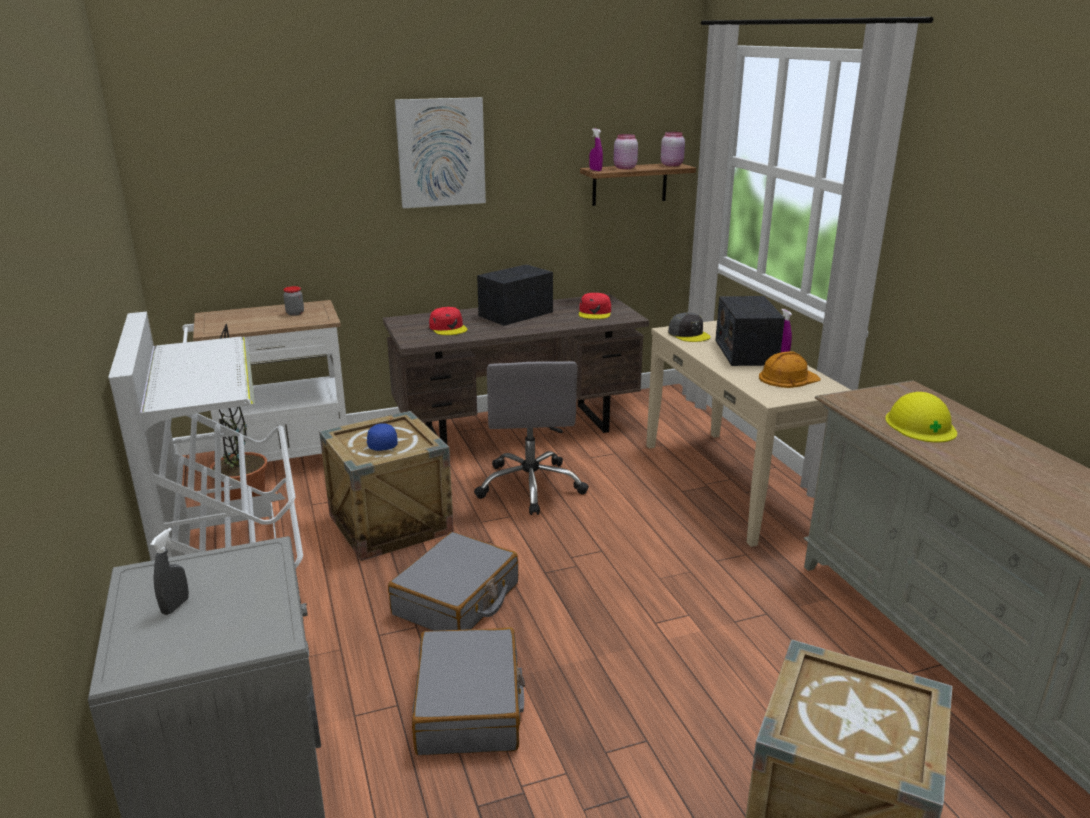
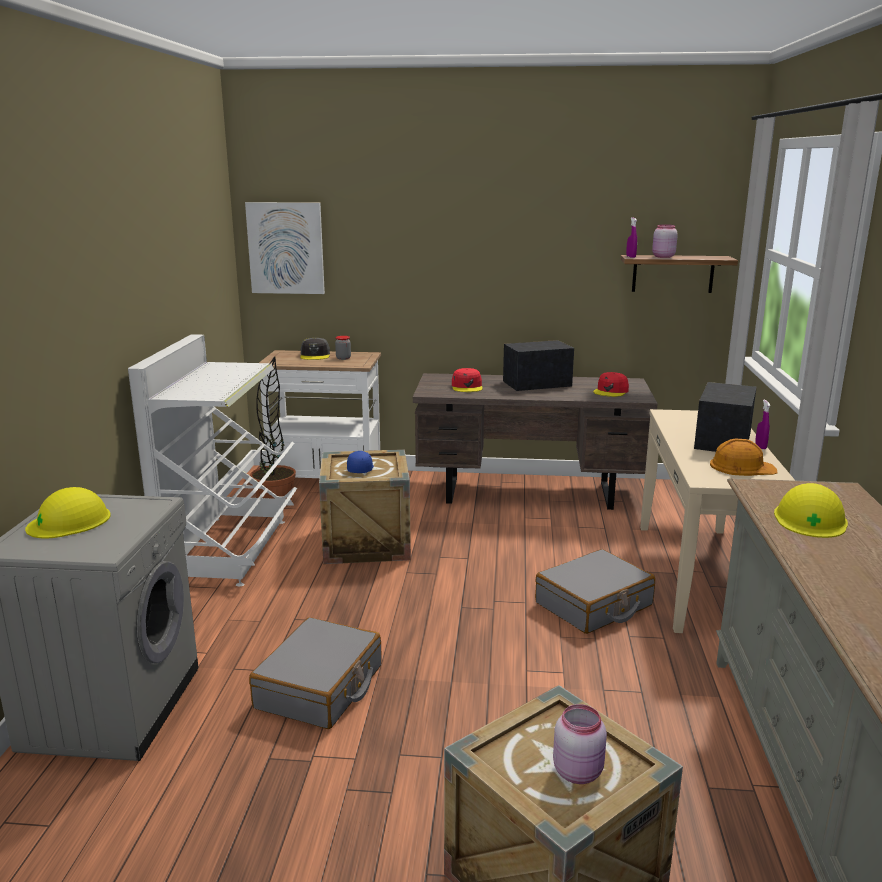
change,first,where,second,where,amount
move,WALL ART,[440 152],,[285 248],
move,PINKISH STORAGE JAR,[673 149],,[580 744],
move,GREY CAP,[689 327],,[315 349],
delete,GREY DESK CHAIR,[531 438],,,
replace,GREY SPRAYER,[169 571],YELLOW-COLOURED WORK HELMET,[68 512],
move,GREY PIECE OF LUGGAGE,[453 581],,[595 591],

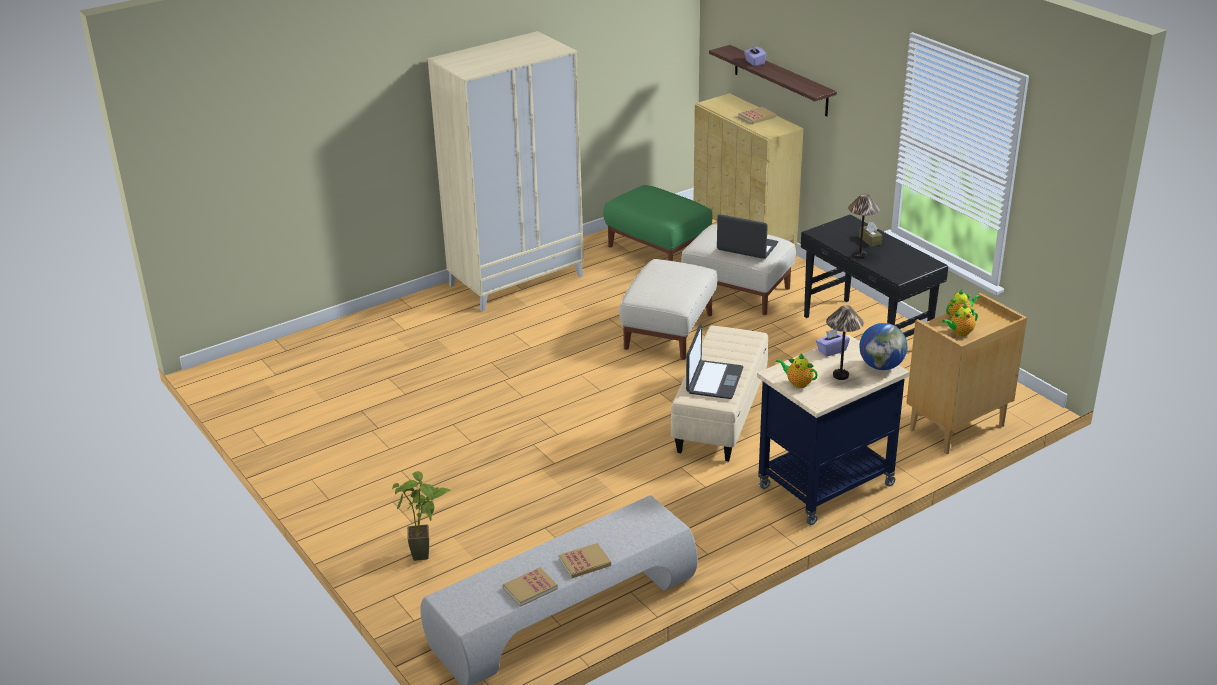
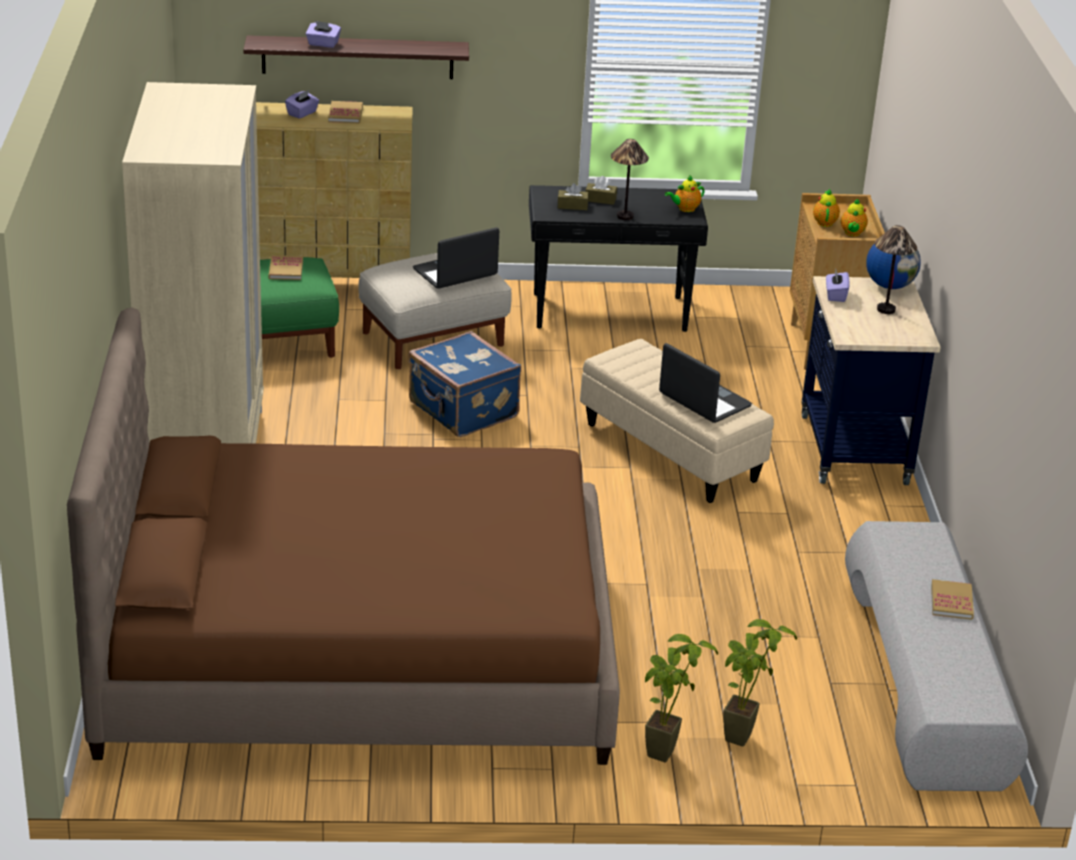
change,first,where,second,where,amount
replace,BEIGE-COLOURED OTTOMAN,[668 309],BLUE PIECE OF LUGGAGE,[464 384],
move,POT FOR TEA,[797 370],,[685 194],
move,BOOK,[530 587],,[286 267],
insert,,,PURPLISH BOX OF TISSUES,[302 104],
insert,,,BROWN BOX OF TISSUES,[573 196],
insert,,,BROWN BED,[343 536],
insert,,,PLANT IN A POT,[681 698],

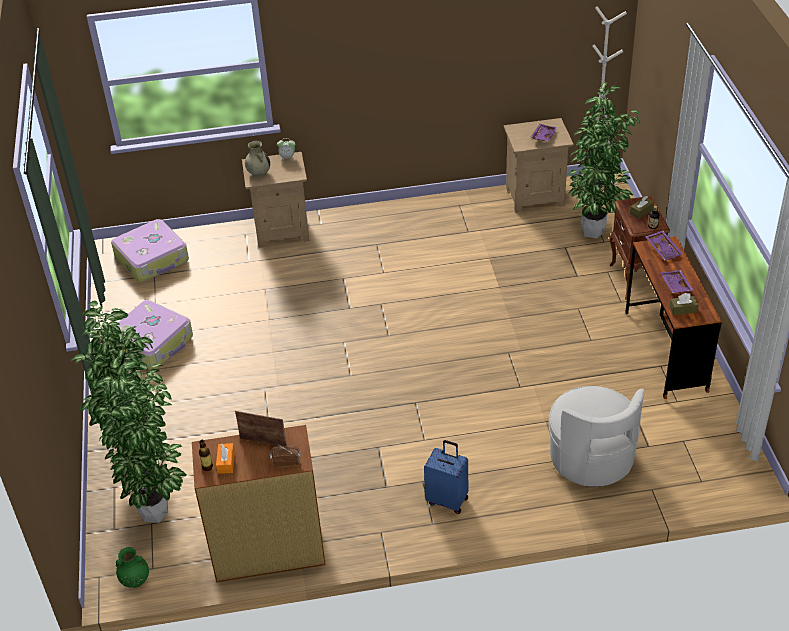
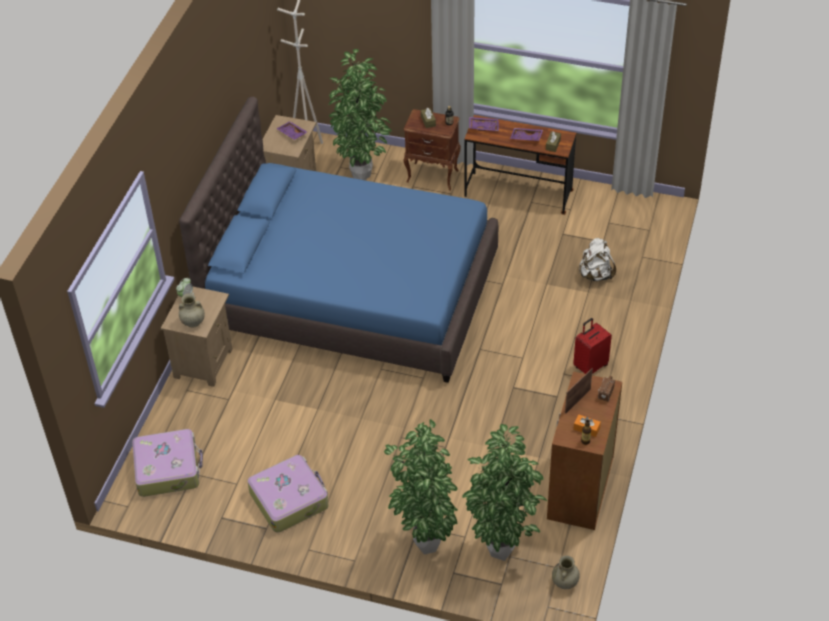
change,first,where,second,where,amount
replace,WHITE ARMCHAIR,[596 436],WHITE BACKPACK,[597 259],
recolor,BLUE PIECE OF LUGGAGE,[446 477],RED PIECE OF LUGGAGE,[592 346],
recolor,GREENISH DECORATIVE VASE,[132 567],BEIGE-COLOURED DECORATIVE VASE,[566 572],
insert,,,BLUE BED,[338 240],

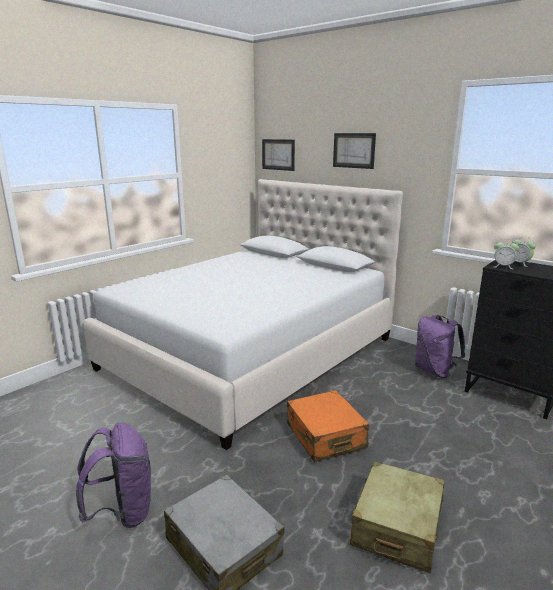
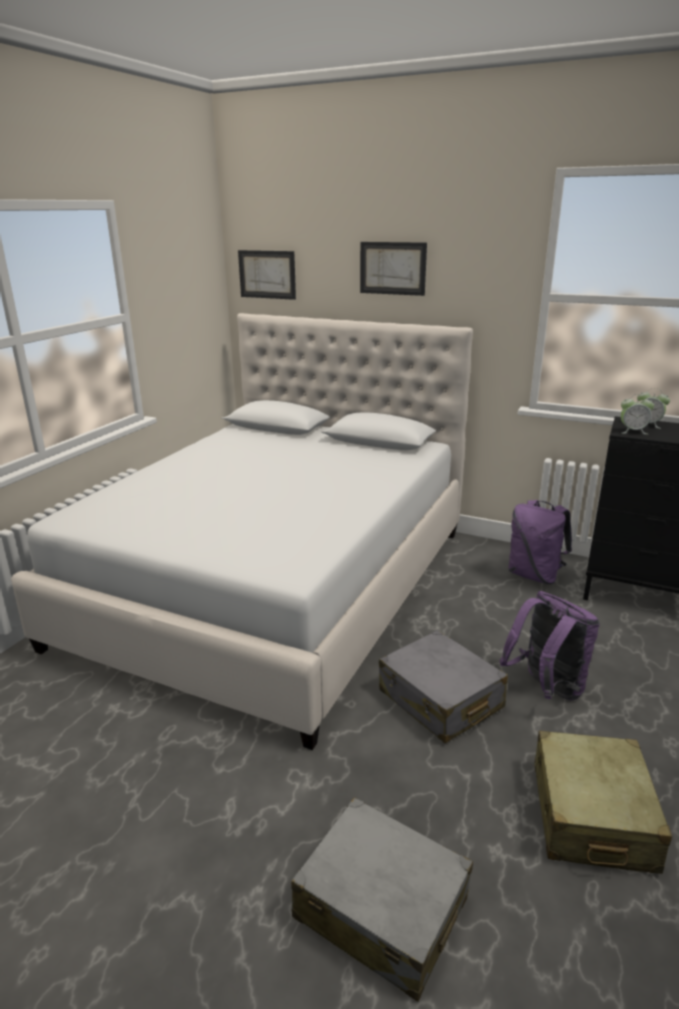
change,first,where,second,where,amount
recolor,ORANGEY PIECE OF LUGGAGE,[328 426],GREY PIECE OF LUGGAGE,[443 686],
move,PURPLISH BACKPACK,[114 475],,[550 645],

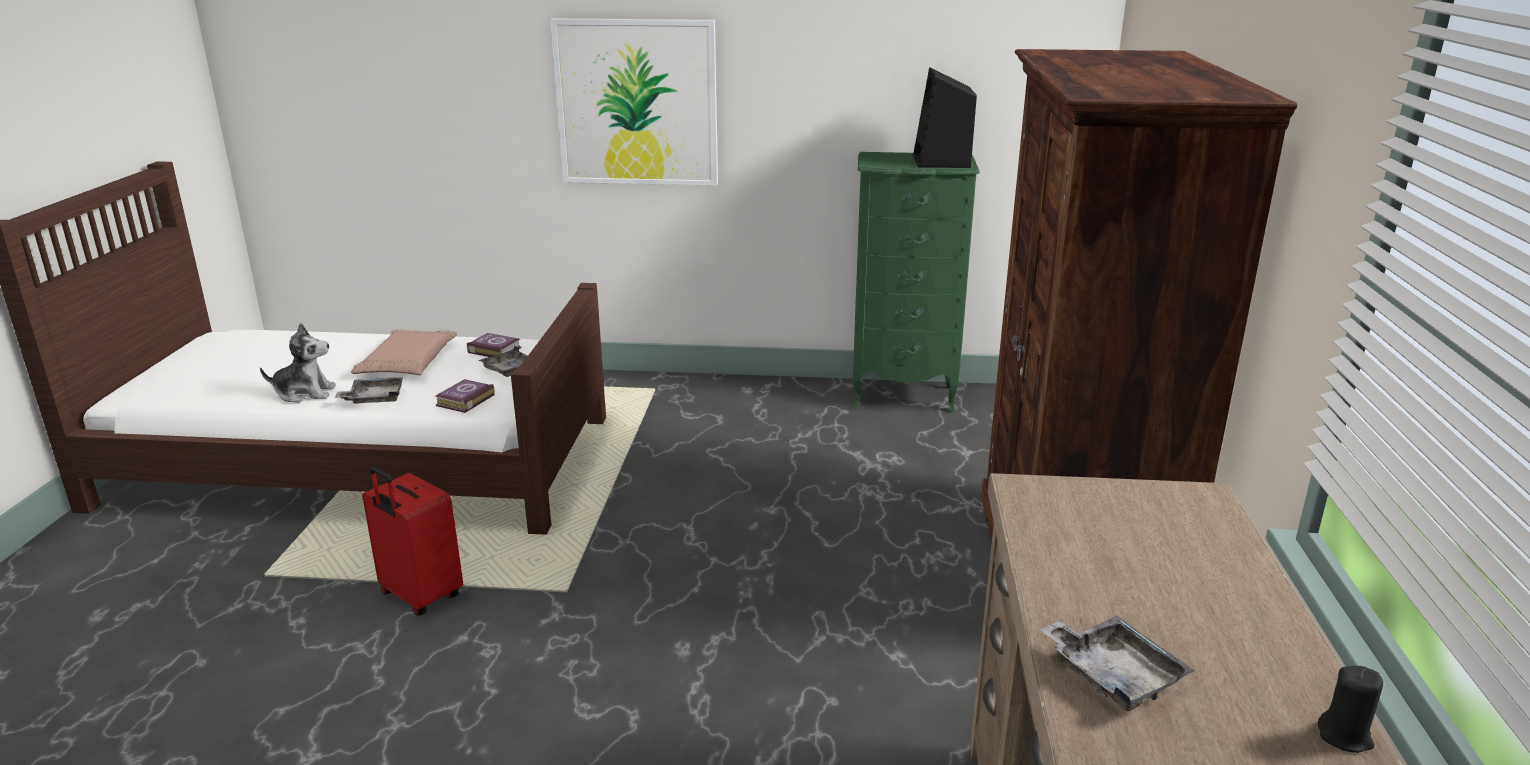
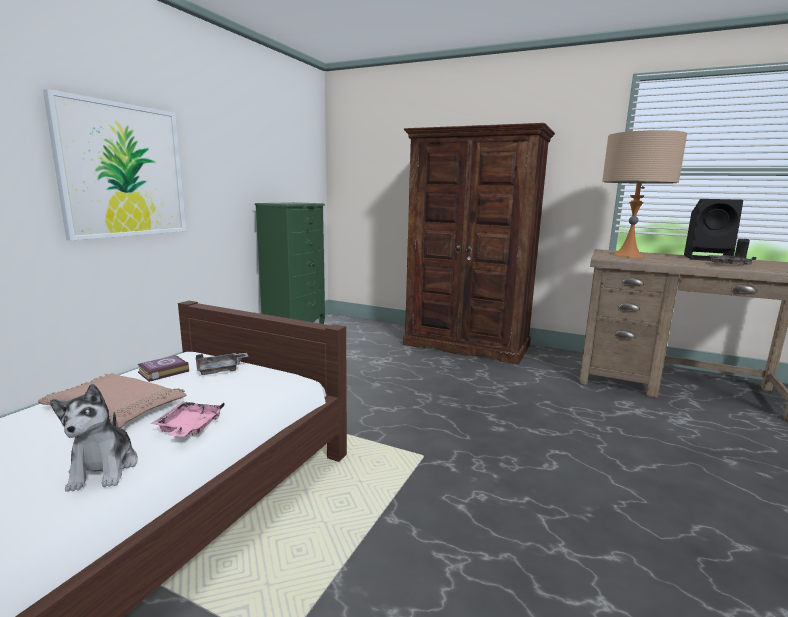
change,first,where,second,where,amount
move,BLACK SPEAKER,[945 117],,[713 230],
rotate,SOFT TOY,[298 363],,[94 438],150 degrees clockwise
recolor,GREY TRAY,[369 390],PINKISH TRAY,[188 419],
delete,BOOK,[465 396],,,
delete,RED PIECE OF LUGGAGE,[412 541],,,
insert,,,BEIGE-COLOURED LAMP FOR A TABLE,[644 194],

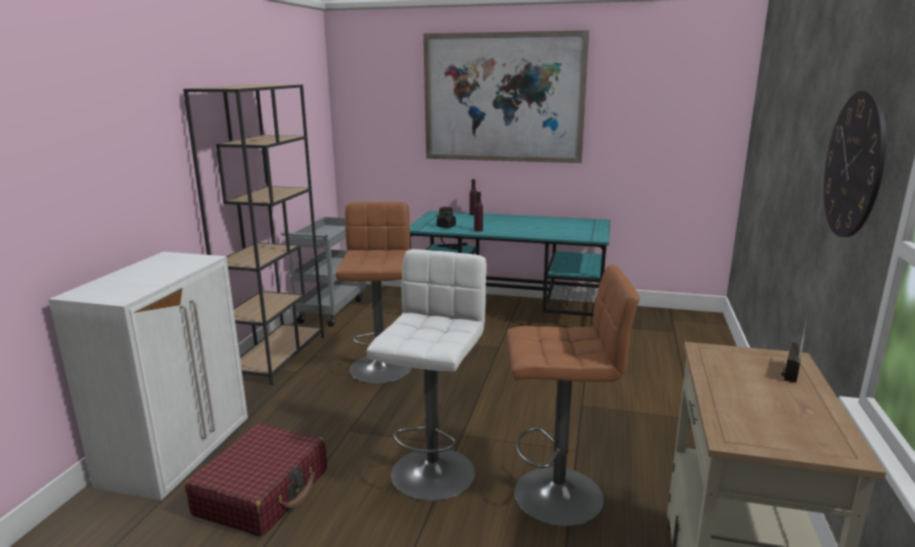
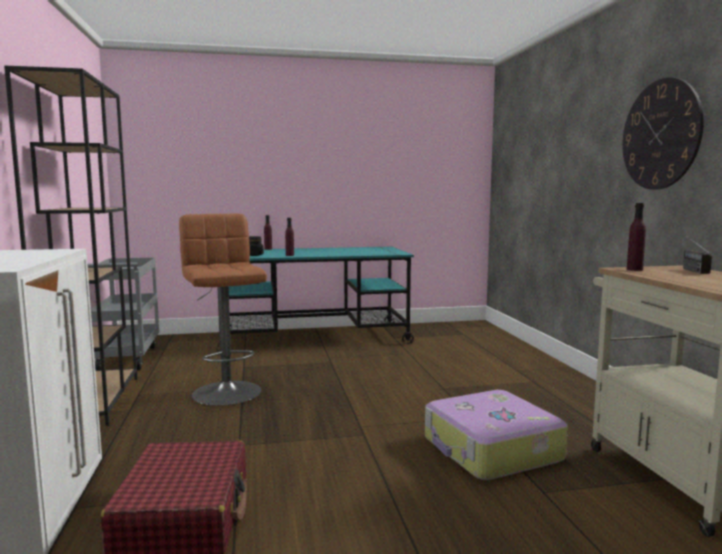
change,first,where,second,where,amount
delete,WALL ART,[506 96],,,
delete,WHITE SITTING STOOL,[427 375],,,
replace,BROWN SITTING STOOL,[573 395],PIECE OF LUGGAGE,[496 435],
insert,,,PURPLISH BOTTLE,[636 237],

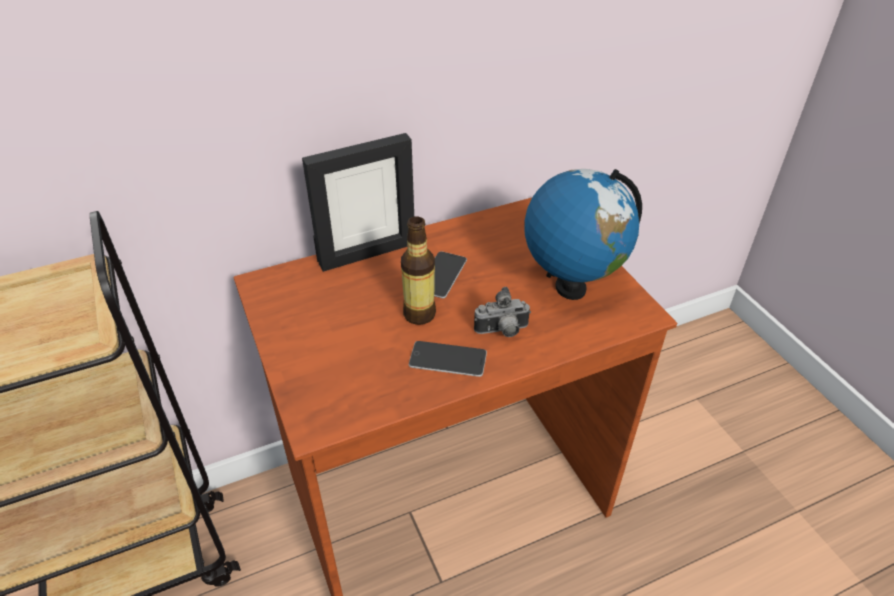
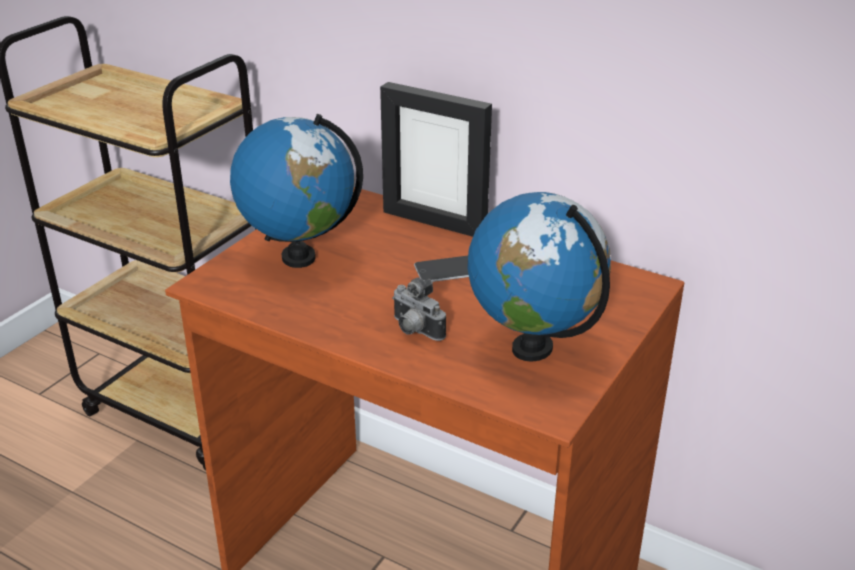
change,first,where,second,where,amount
delete,BOTTLE,[418 270],,,
delete,TELEPHONE,[448 359],,,
insert,,,DESK GLOBE,[296 191],

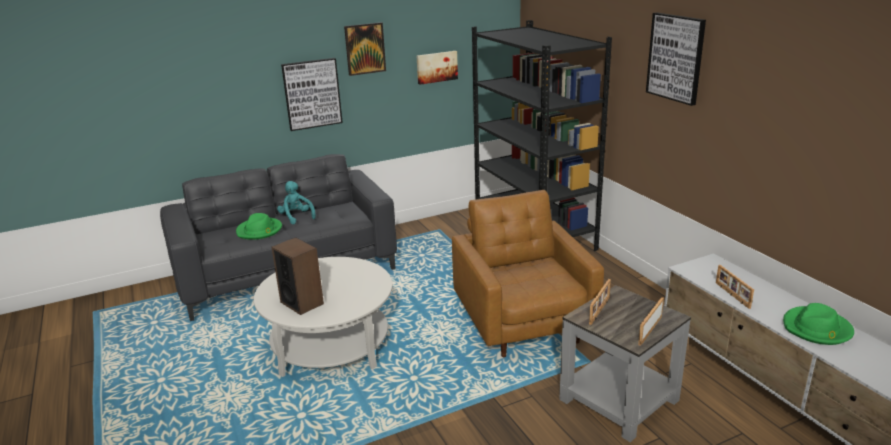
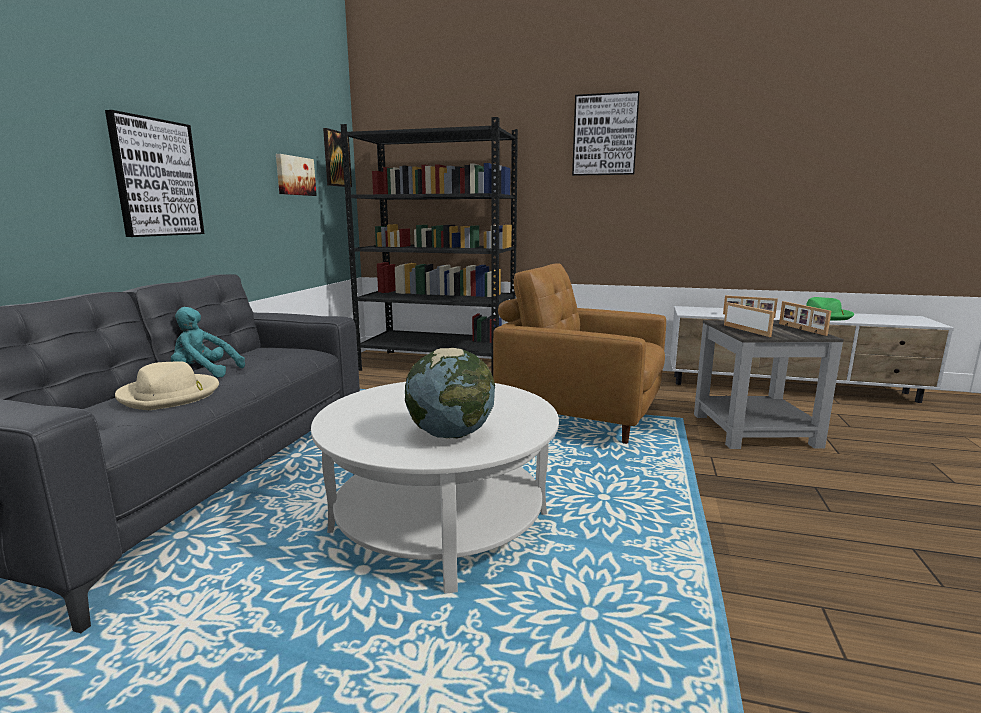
change,first,where,second,where,amount
move,WALL ART,[365 49],,[337 157],
recolor,GREENISH CLOTHING HAT,[259 226],BEIGE-COLOURED CLOTHING HAT,[167 385],
replace,SPEAKER,[298 276],DESK GLOBE,[450 393],

